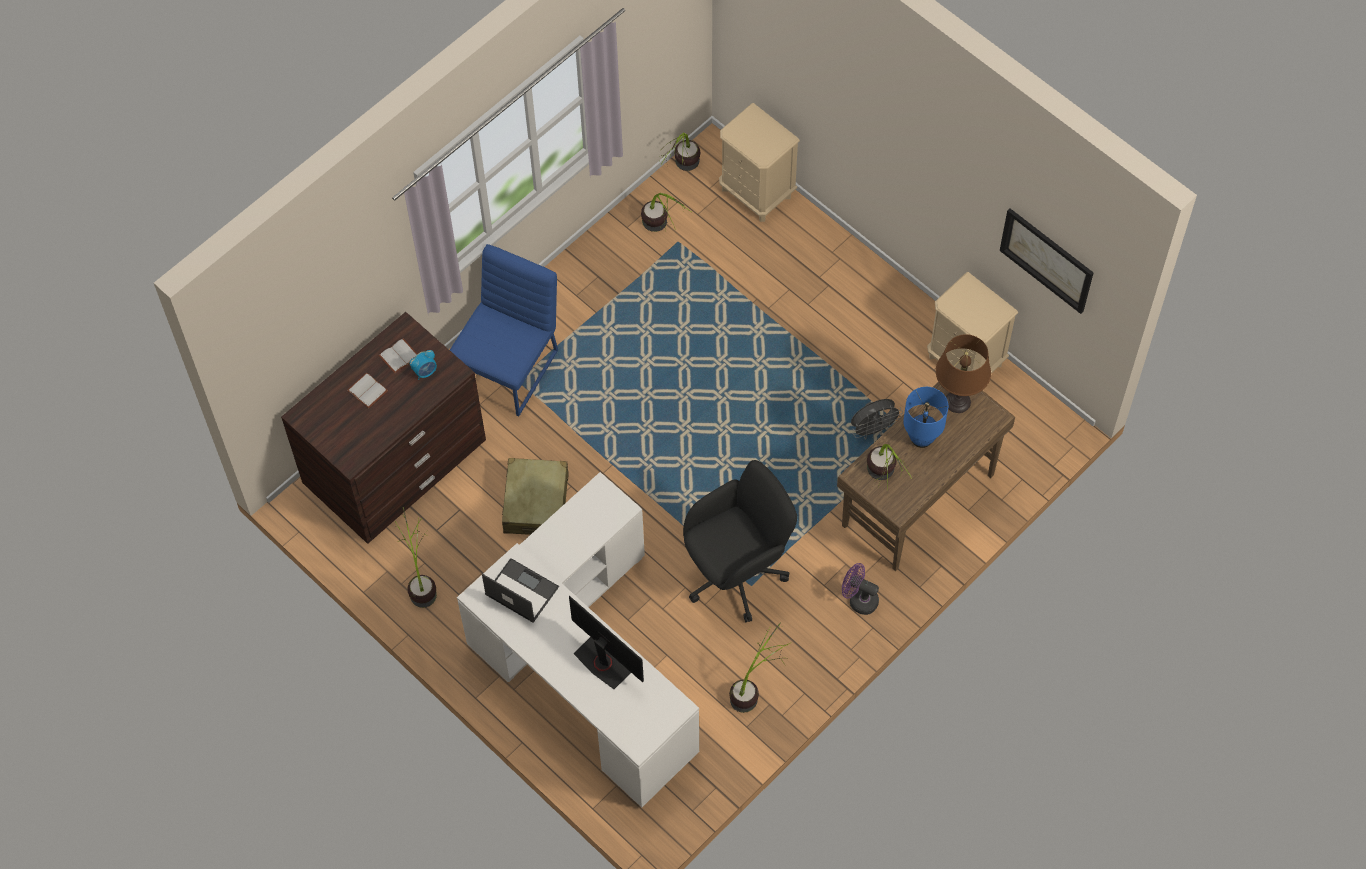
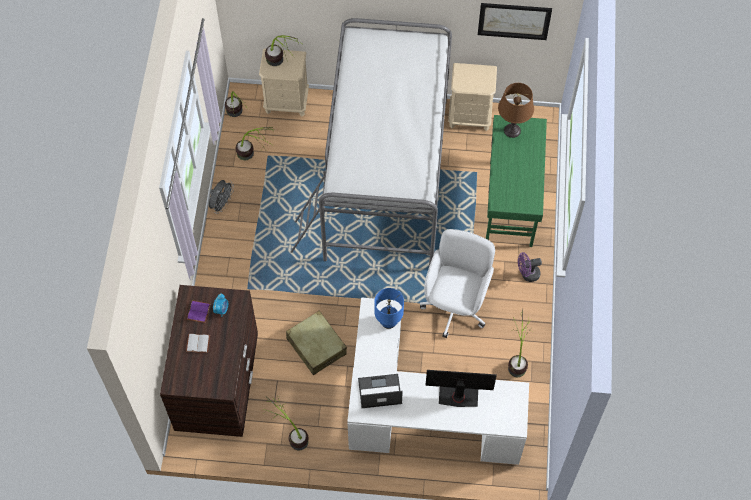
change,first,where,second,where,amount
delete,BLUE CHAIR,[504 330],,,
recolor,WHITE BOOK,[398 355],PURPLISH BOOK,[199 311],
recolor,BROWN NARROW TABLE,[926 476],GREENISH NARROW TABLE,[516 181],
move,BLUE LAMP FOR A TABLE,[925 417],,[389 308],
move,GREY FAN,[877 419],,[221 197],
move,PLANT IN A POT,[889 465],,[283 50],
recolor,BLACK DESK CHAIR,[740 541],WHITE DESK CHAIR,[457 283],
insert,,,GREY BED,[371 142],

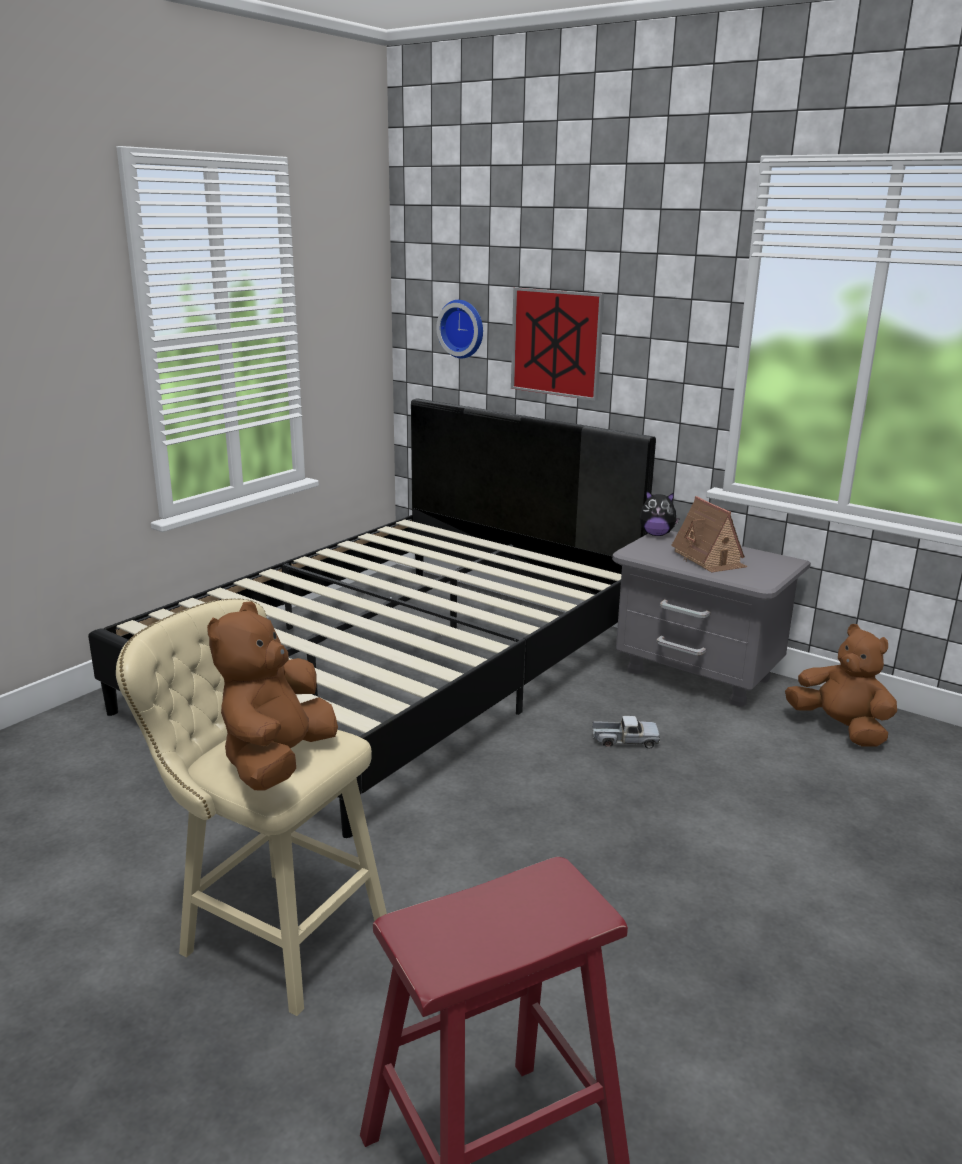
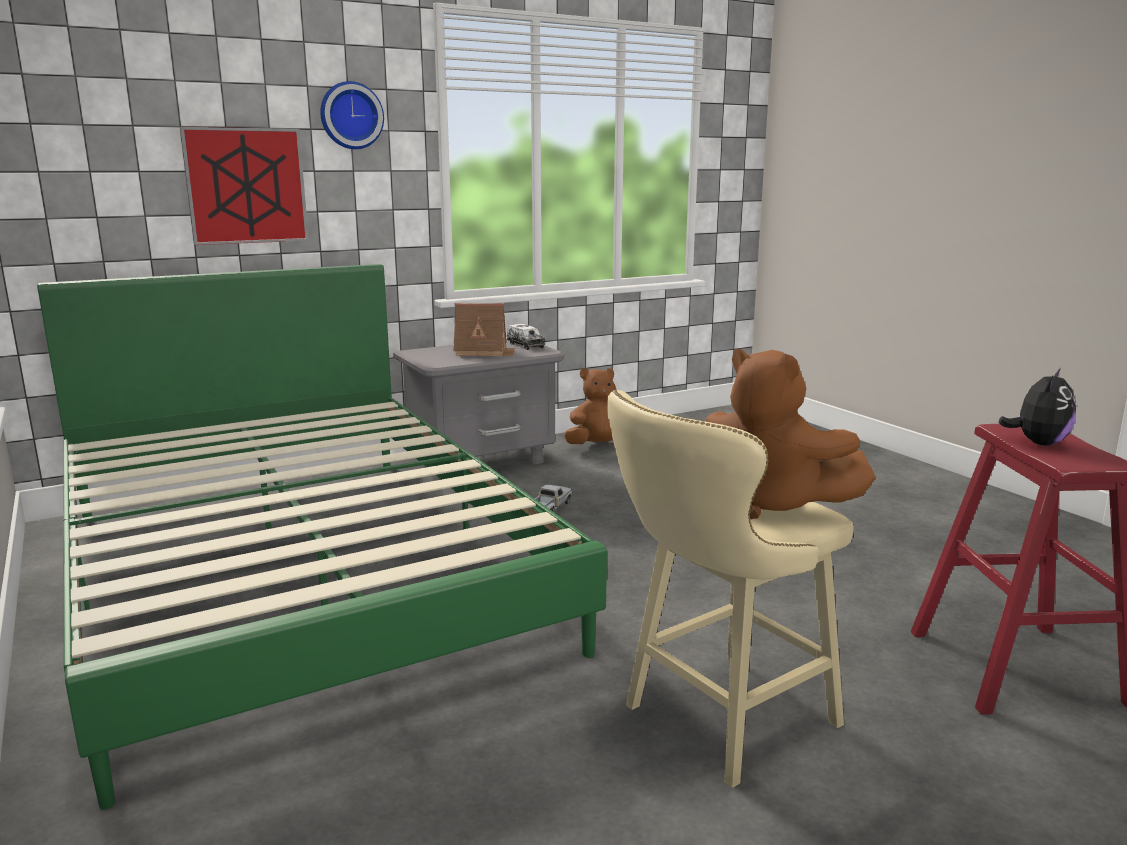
change,first,where,second,where,amount
move,CLOCK ON THE WALL,[459 329],,[352 115],
recolor,BLACK BED,[372 618],GREENISH BED,[322 537],
move,SOFT TOY,[660 513],,[1037 406],
insert,,,MODEL TRUCK,[526 337],

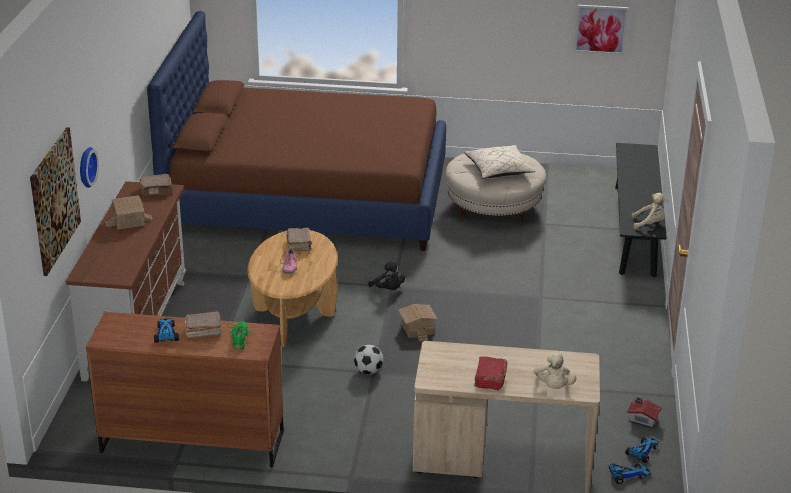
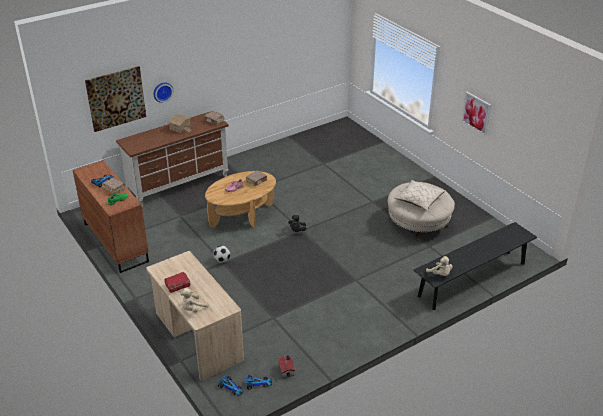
change,first,where,second,where,amount
move,WALL ART,[601 30],,[476 114],
delete,BROWN BED,[296 131],,,
delete,MINIATURE HOUSE,[417 323],,,

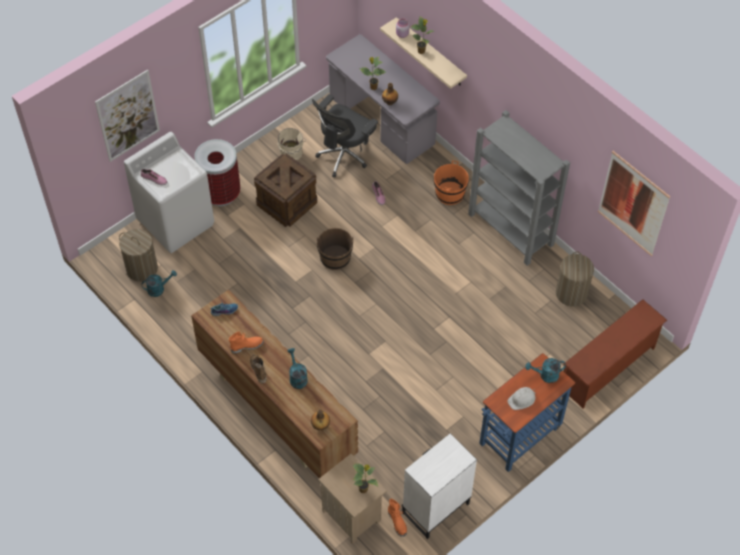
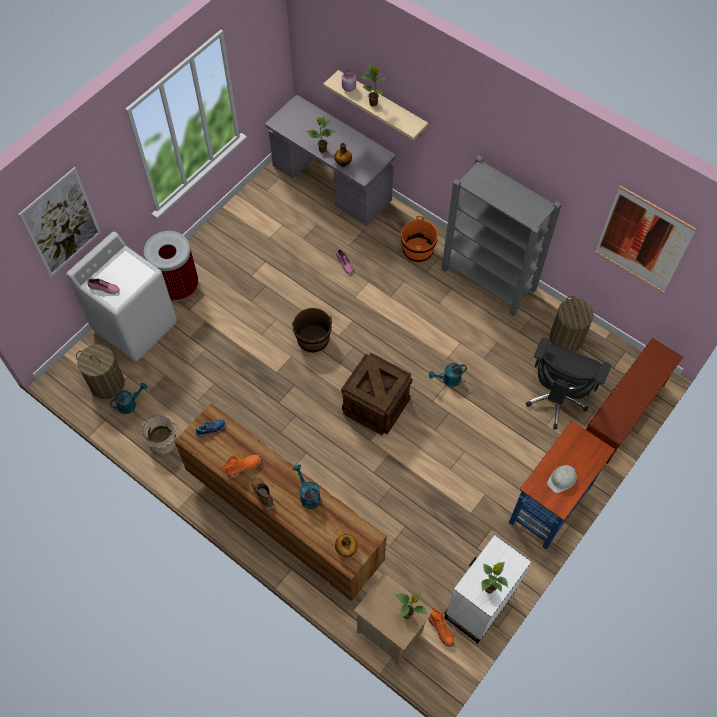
change,first,where,second,where,amount
move,DESK CHAIR,[345 135],,[568 384],
move,BEIGE-COLOURED PAIL,[292 144],,[160 434],
move,PACKING CRATE,[285 190],,[376 394],
move,TURQUOISE-COLOURED WATERING CAN,[545 370],,[448 375],
insert,,,PLANT IN A POT,[494 577],

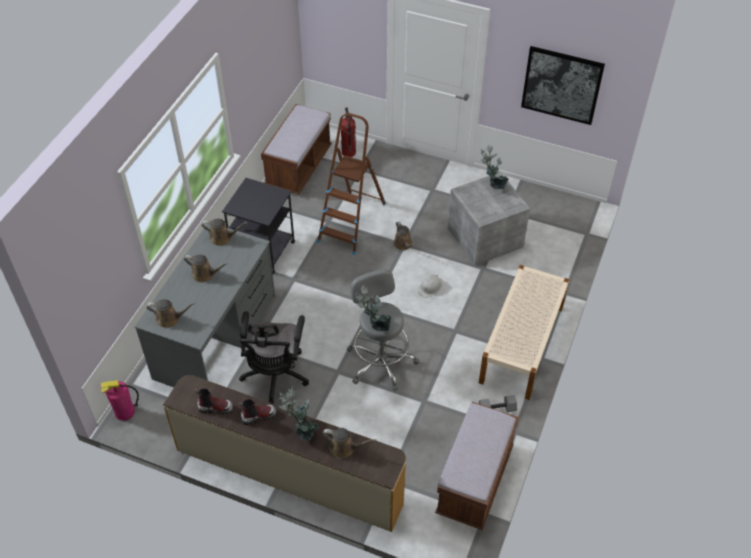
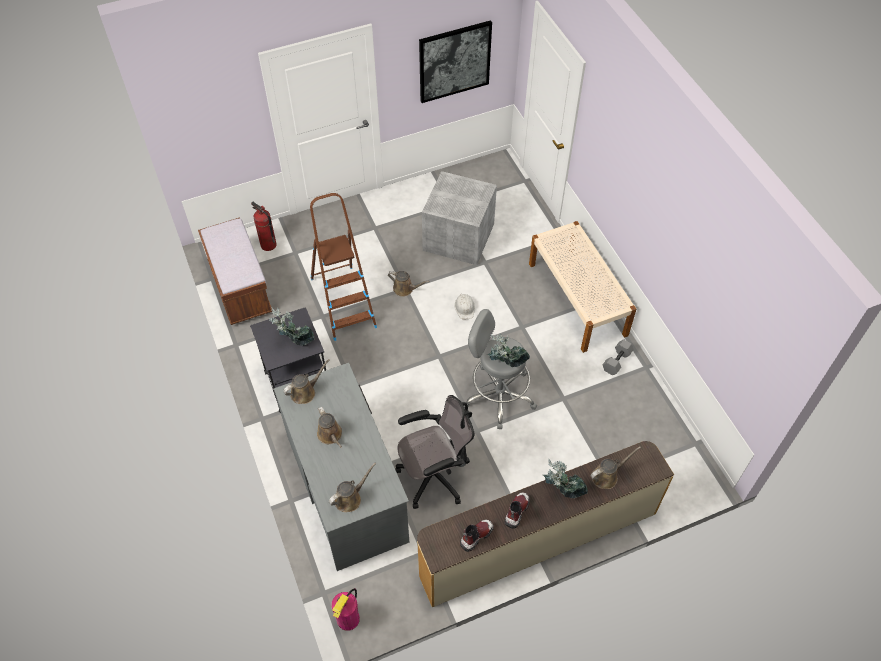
change,first,where,second,where,amount
move,PLANT IN A POT,[494 166],,[291 326],
rotate,BROWN WATERING CAN,[206 268],,[329 427],90 degrees clockwise
rotate,DESK CHAIR,[274 357],,[434 452],75 degrees counterclockwise
delete,BROWN BENCH,[477 466],,,

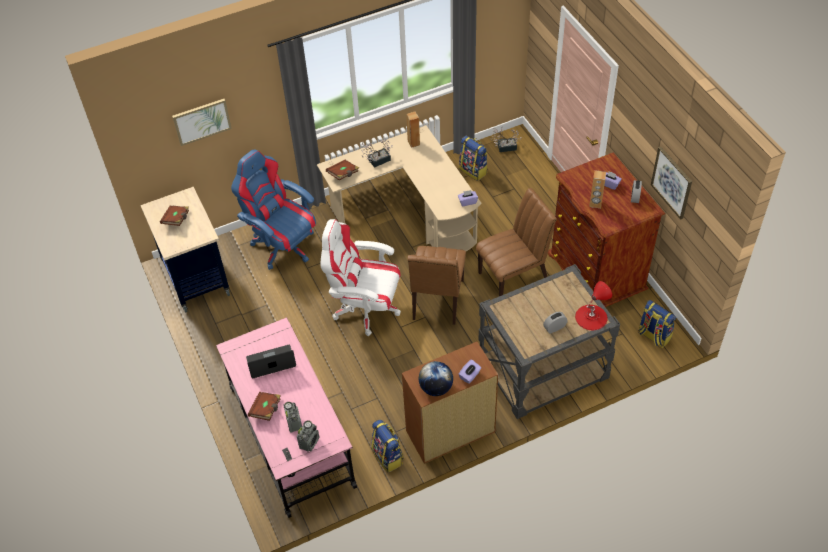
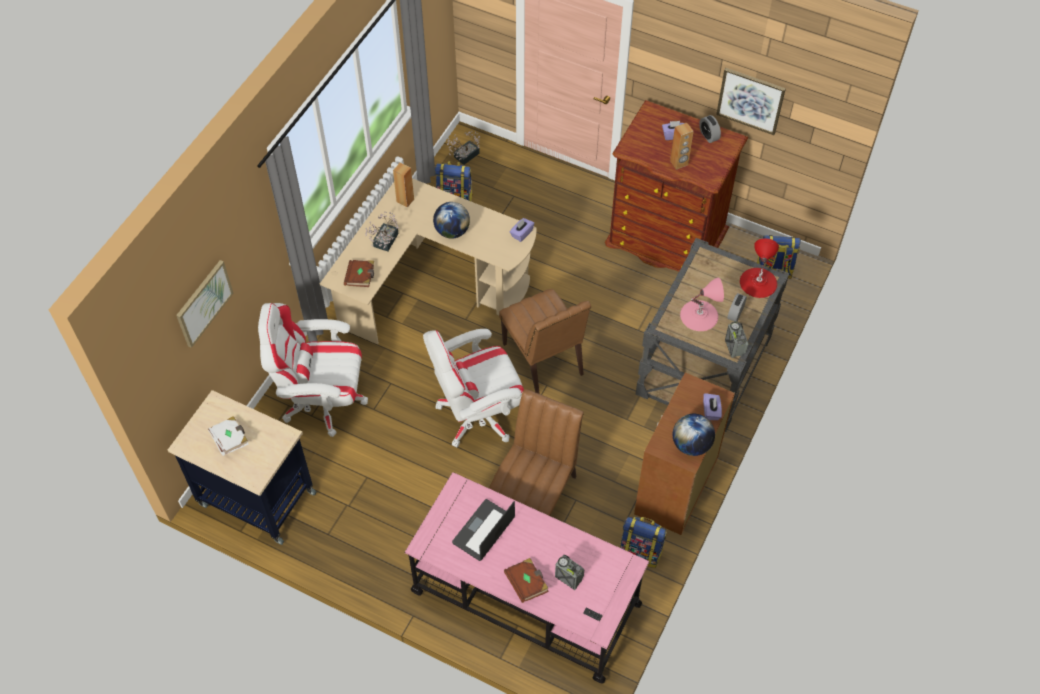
change,first,where,second,where,amount
recolor,BLUE DESK CHAIR,[273 210],WHITE DESK CHAIR,[313 370],
move,BROWN CHAIR,[516 242],,[536 452],
recolor,BROWN BOOK,[174 215],WHITE BOOK,[228 436],
move,RADIO RECEIVER,[308 436],,[736 339],
insert,,,DESK GLOBE,[451 220],
insert,,,PINKISH LAMP FOR A TABLE,[702 304],

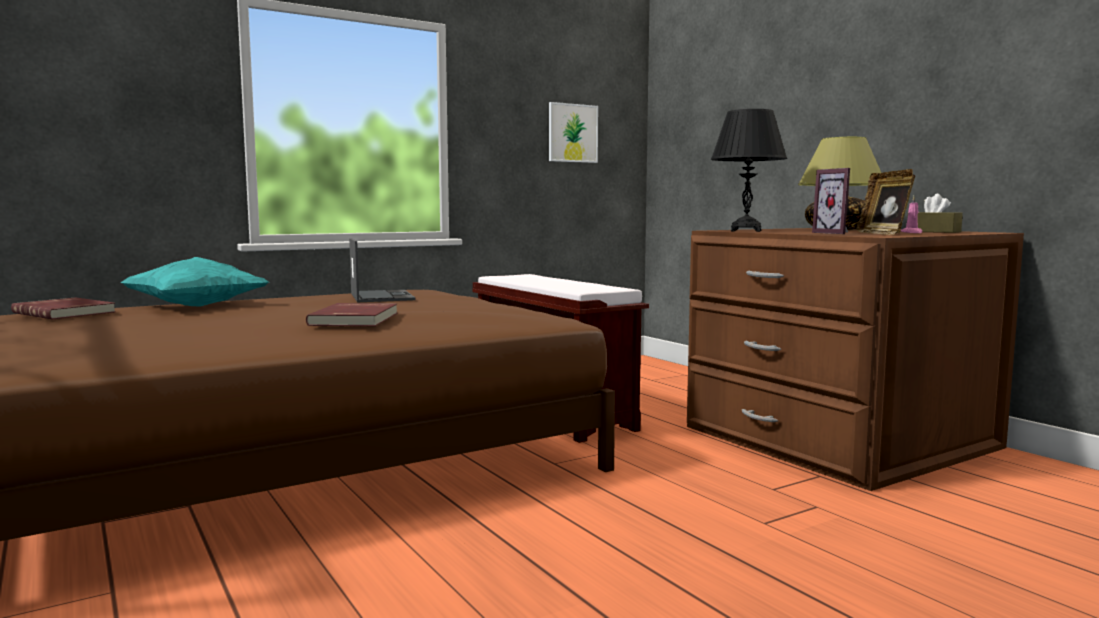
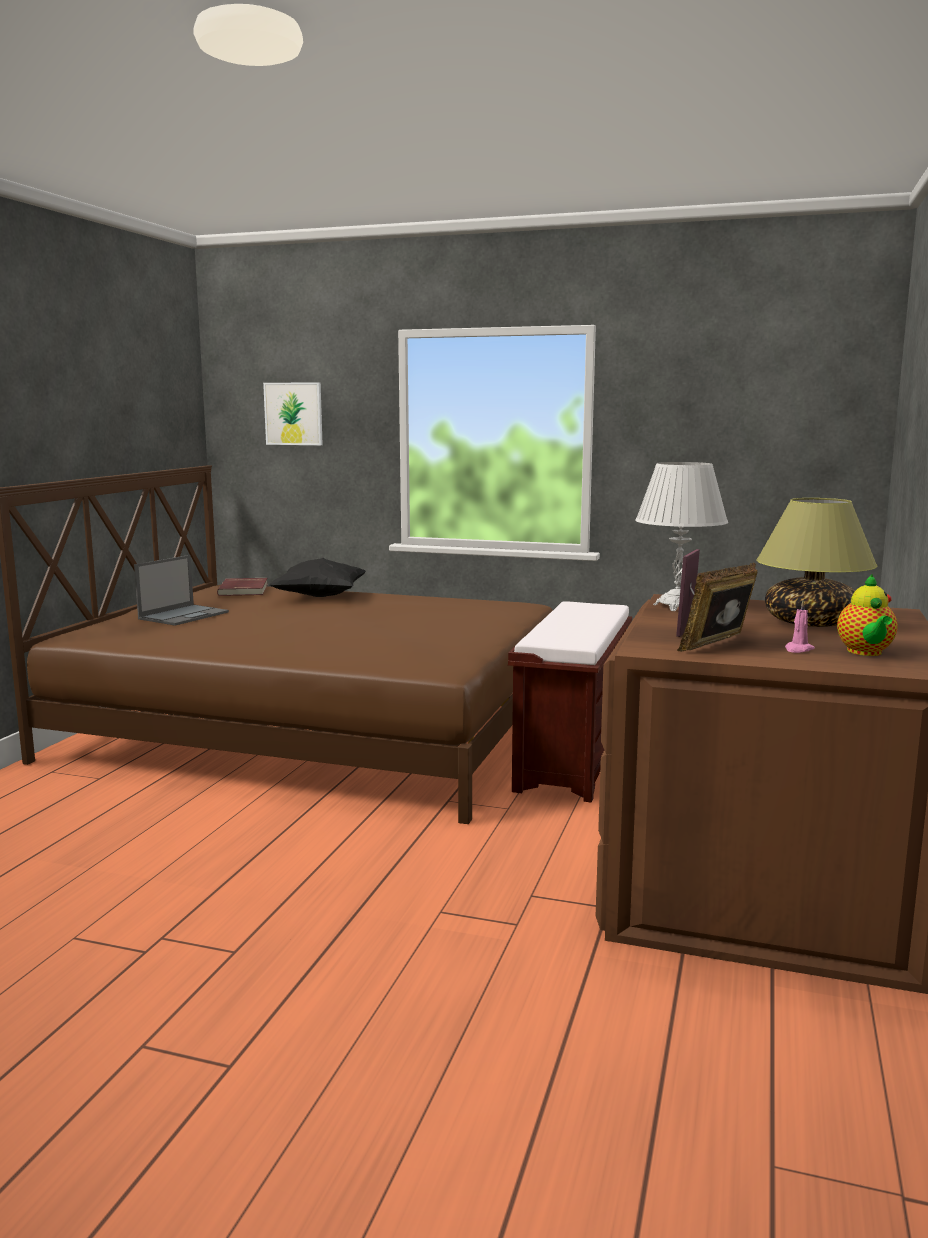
change,first,where,second,where,amount
move,WALL ART,[573 132],,[293 413],
recolor,BLACK LAMP FOR A TABLE,[749 170],WHITE LAMP FOR A TABLE,[681 536],
replace,BROWN BOX OF TISSUES,[935 213],POT FOR TEA,[867 615],
move,NOTEBOOK COMPUTER,[382 270],,[181 590],
recolor,TURQUOISE-COLOURED CUSHION,[194 282],BLACK CUSHION,[317 577],
delete,RED BOOK,[351 314],,,

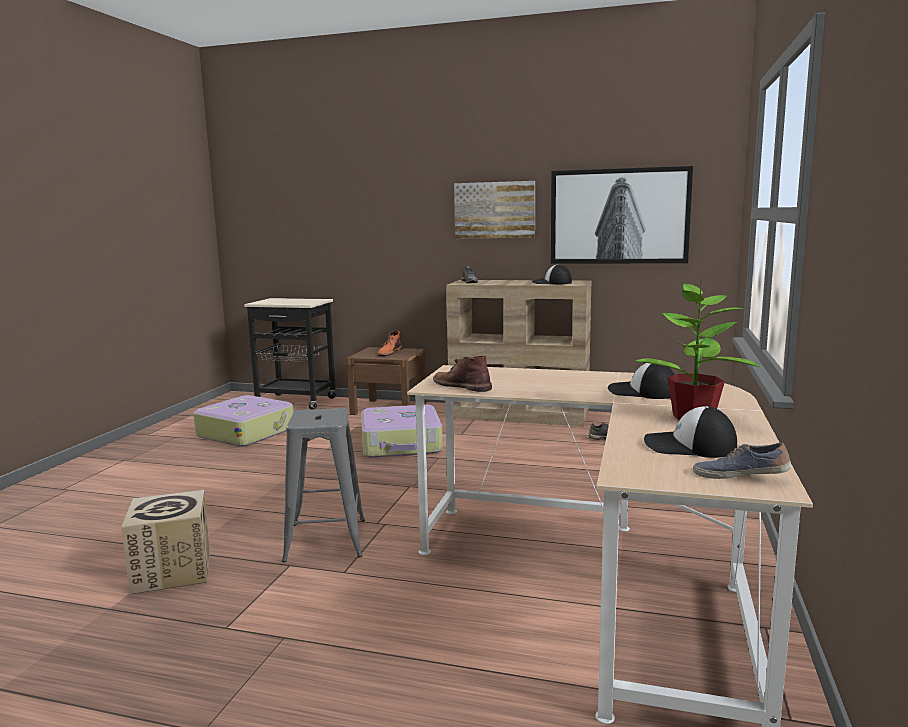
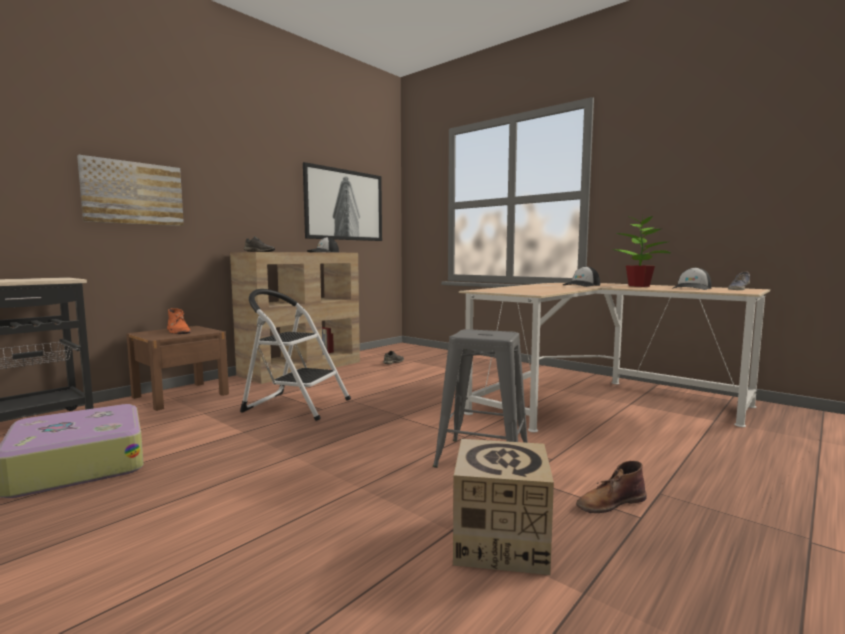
change,first,where,second,where,amount
move,WALL ART,[494 210],,[130 190],
move,BROWN HIGH-TOP BOOT,[462 374],,[611 487],
replace,PIECE OF LUGGAGE,[402 431],STEP STOOL,[295 355],

